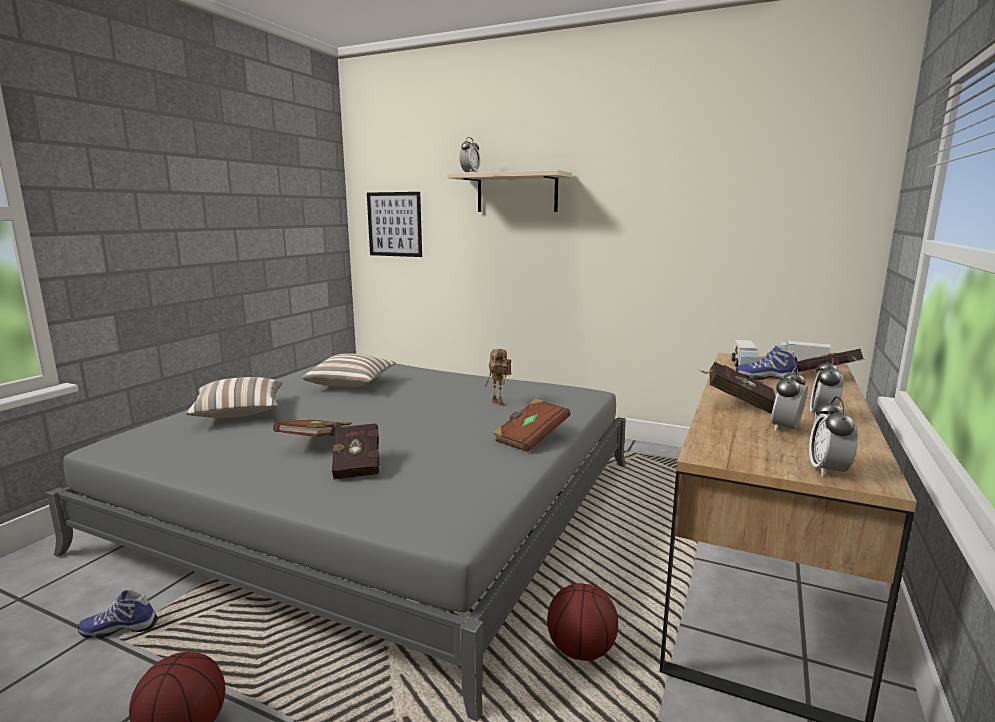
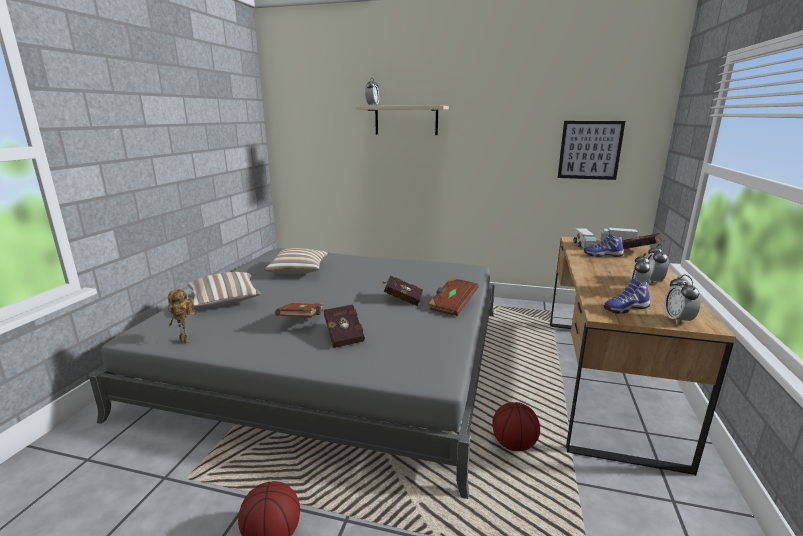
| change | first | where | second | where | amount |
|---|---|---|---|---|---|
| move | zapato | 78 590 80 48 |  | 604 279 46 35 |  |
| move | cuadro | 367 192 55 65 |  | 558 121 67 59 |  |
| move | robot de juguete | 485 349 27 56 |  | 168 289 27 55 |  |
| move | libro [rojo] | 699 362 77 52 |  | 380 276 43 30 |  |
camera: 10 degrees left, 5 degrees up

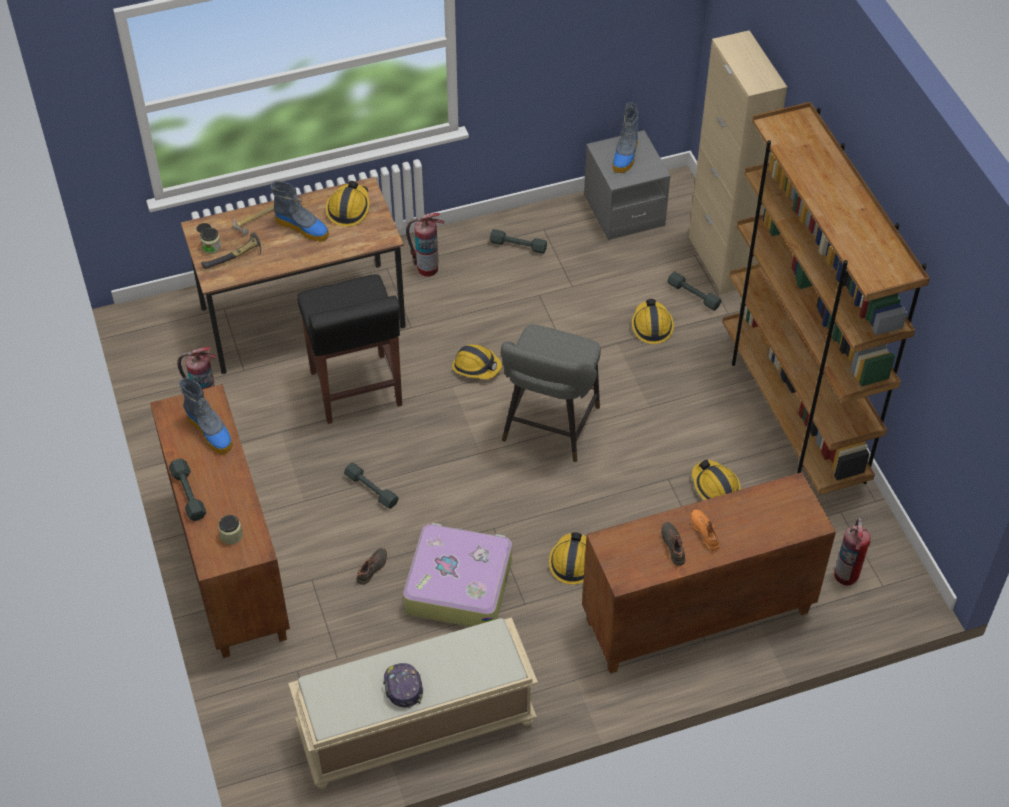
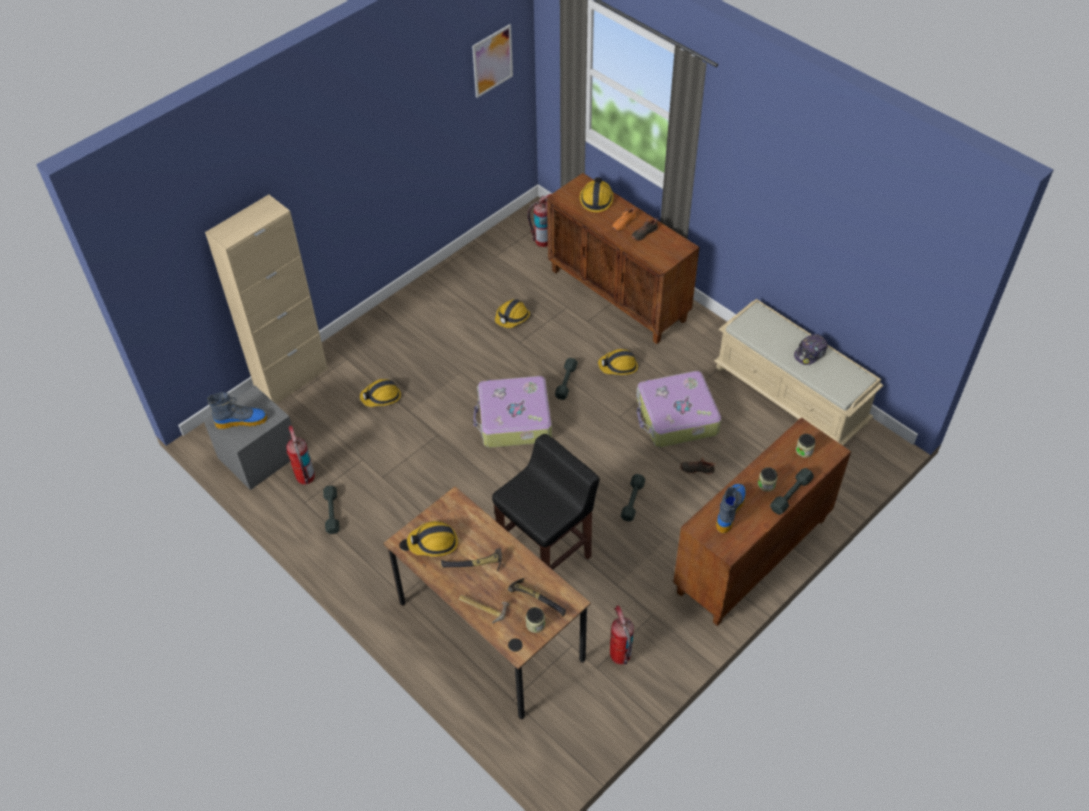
| change | first | where | second | where | amount |
|---|---|---|---|---|---|
| replace | bota | 271 181 58 61 | martillo | 441 548 61 24 |  |
| move | extintor | 406 212 38 65 |  | 286 426 29 59 |  |
| move | casco | 452 344 50 35 |  | 580 177 34 35 |  |
| replace | taburete [gris] | 501 324 100 138 | maleta | 473 376 79 72 |  |
| move | mancuerna [gris] | 667 271 55 40 |  | 555 358 23 42 |  |
| delete | estantería [marrón] | 723 102 207 393 |  |  |  |
| insert |  |  | cuadro | 472 24 41 74 |  |
| insert |  |  | tarro | 758 467 20 25 |  |
camera: 115 degrees left, 0 degrees up

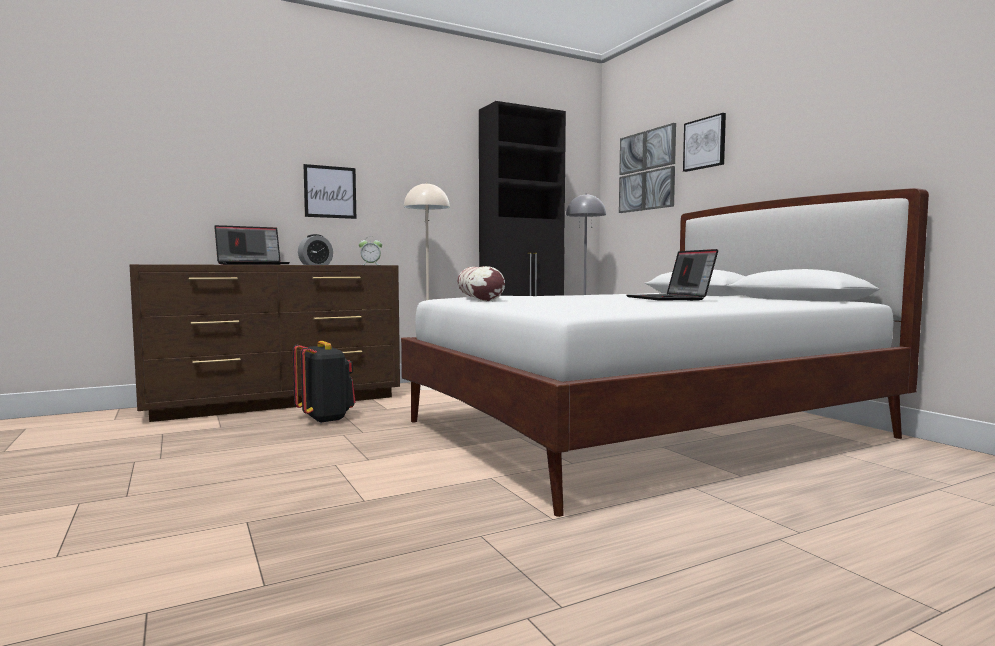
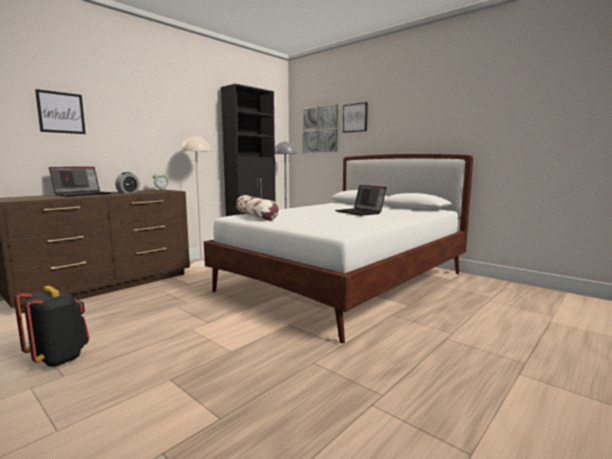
| change | first | where | second | where | amount |
|---|---|---|---|---|---|
| move | mochila [negro] | 292 341 64 83 |  | 14 286 76 82 |  |
| move | cuadro | 303 164 53 55 |  | 35 89 51 45 |  |
camera: 20 degrees left, 5 degrees up

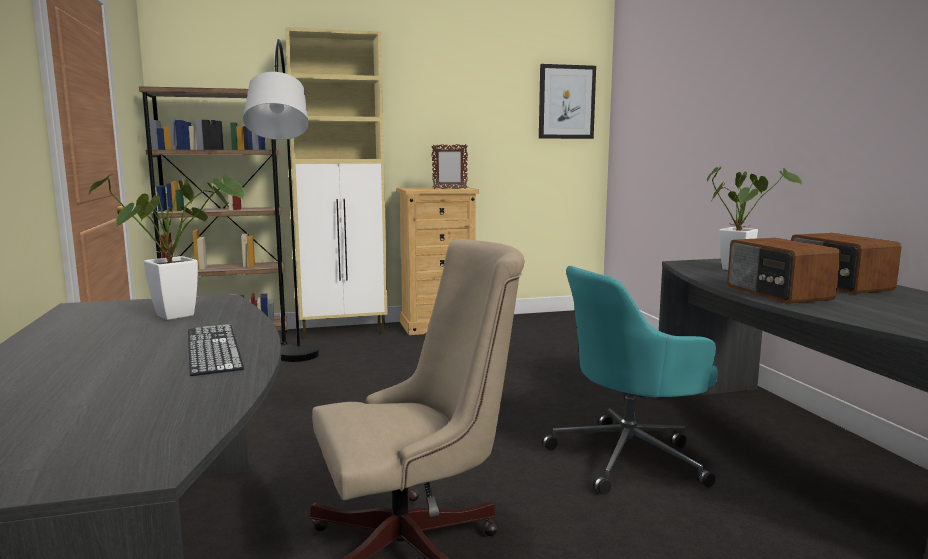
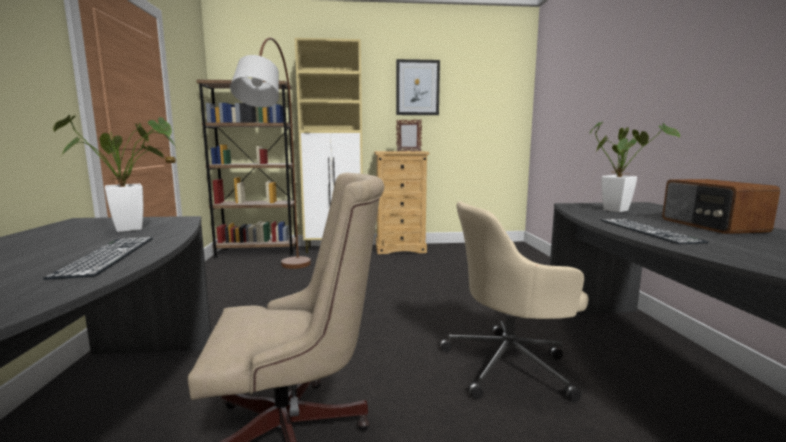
| change | first | where | second | where | amount |
|---|---|---|---|---|---|
| recolor | lámpara de pie [gris] | 243 39 77 323 | lámpara de pie [marrón] | 230 37 81 232 |  |
| move | cuadro | 539 64 57 75 |  | 396 59 44 56 |  |
| recolor | silla de oficina [turquesa] | 542 266 176 229 | silla de oficina [beis] | 439 201 149 201 |  |
| replace | radio | 727 238 114 66 | teclado | 600 219 109 25 |  |
camera: 10 degrees right, 0 degrees up

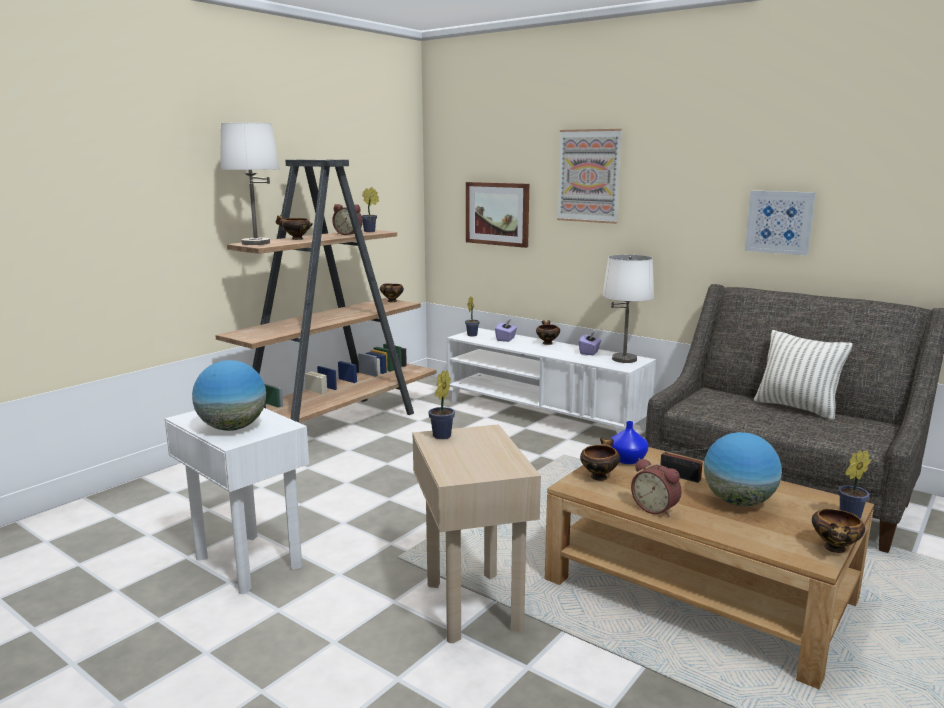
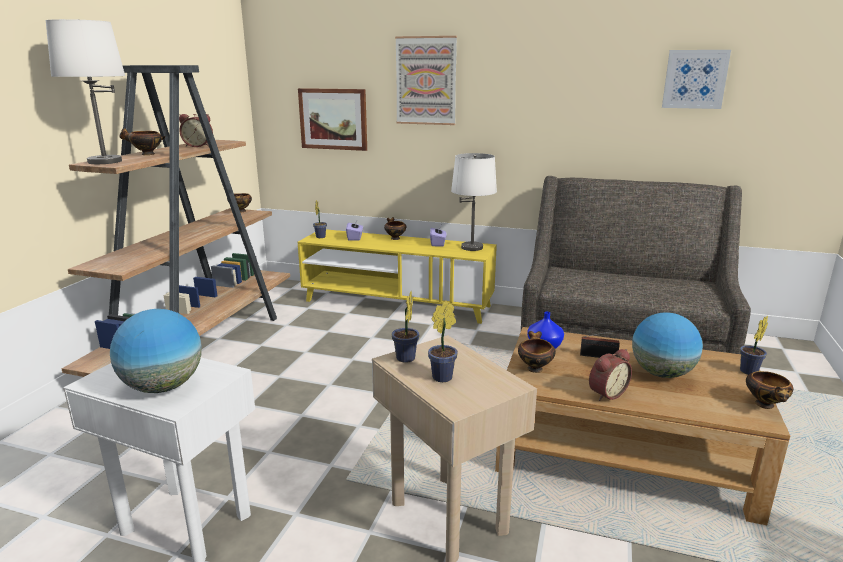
| change | first | where | second | where | amount |
|---|---|---|---|---|---|
| move | planta en maceta | 361 187 18 45 |  | 428 301 30 81 |  |
| recolor | mueble de televisión [blanco] | 446 328 210 106 | mueble de televisión [amarillo] | 298 229 199 95 |  |
| rotate | despertador | 631 458 51 59 |  | 589 349 43 52 | 60 degrees counterclockwise |
| move | cuadro | 745 191 71 64 |  | 662 50 69 59 |  |
| delete | cojín | 754 330 99 90 |  |  |  |
camera: 20 degrees left, 5 degrees up

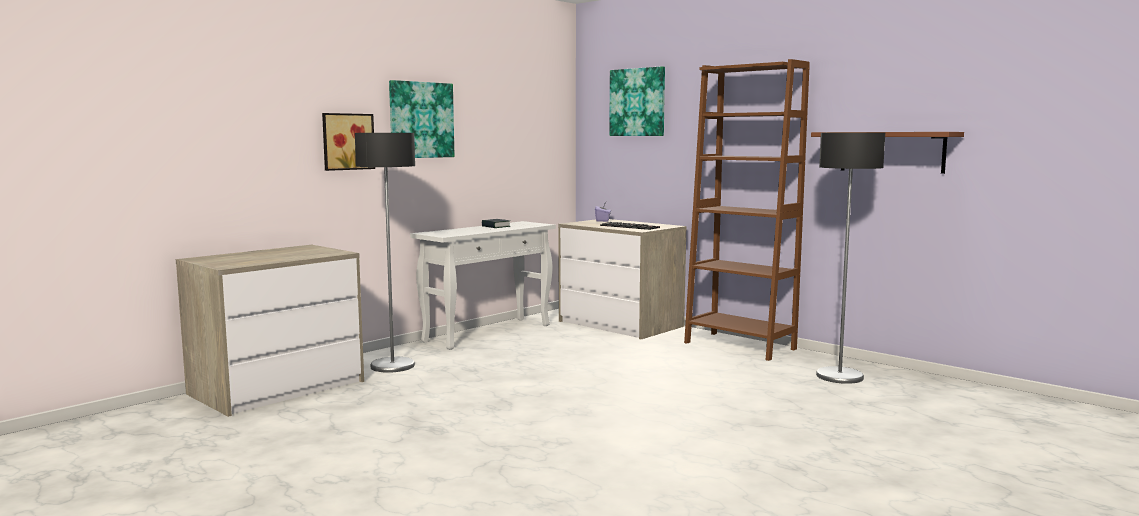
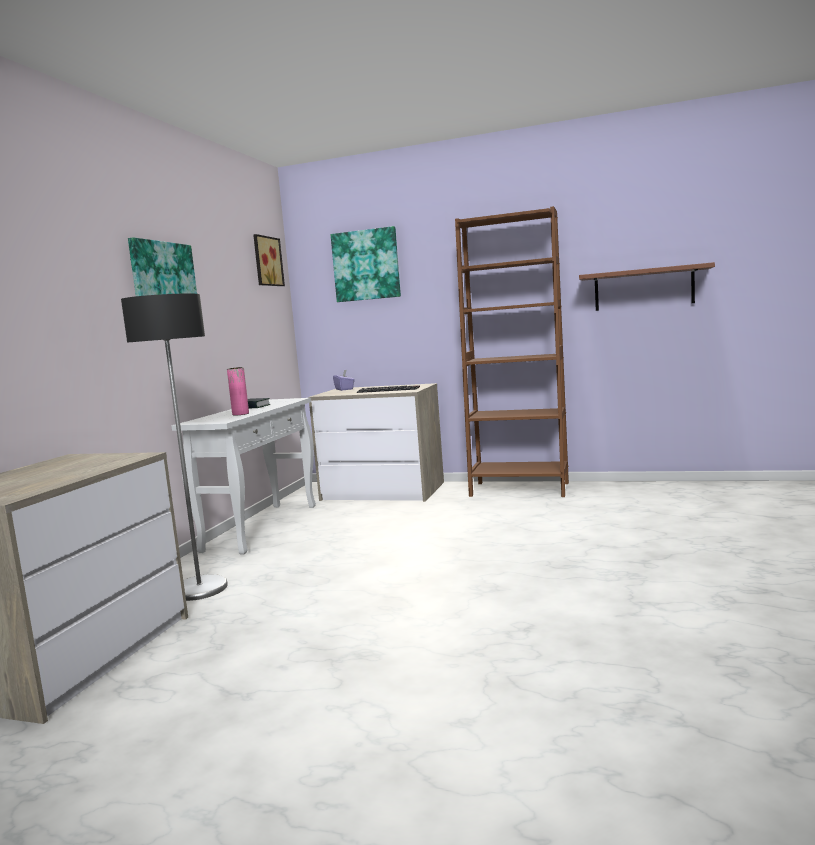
| change | first | where | second | where | amount |
|---|---|---|---|---|---|
| move | cuadro | 322 113 53 58 |  | 253 234 32 52 |  |
| delete | lámpara de pie | 816 133 69 251 |  |  |  |
| insert |  |  | florero [rosa] | 227 367 22 48 |  |
camera: 25 degrees left, 0 degrees up

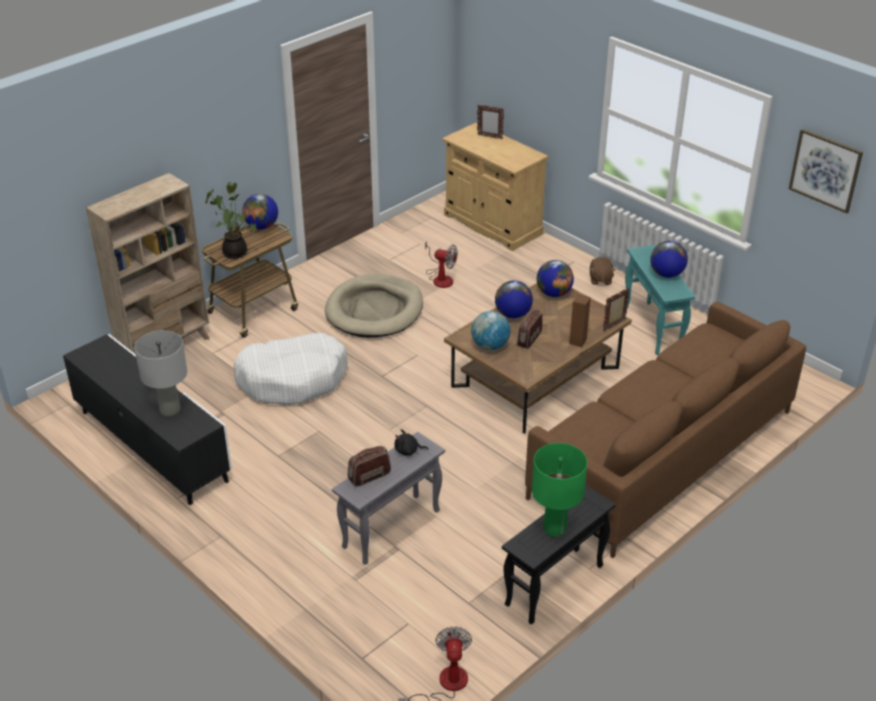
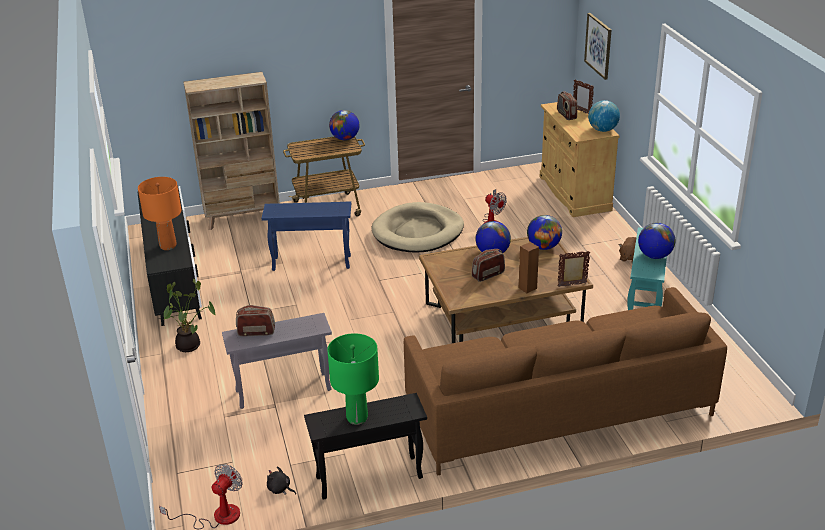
| change | first | where | second | where | amount |
|---|---|---|---|---|---|
| recolor | lámpara de mesa [gris] | 134 330 53 87 | lámpara de mesa [naranja] | 138 177 43 73 |  |
| move | planta en maceta | 205 182 60 77 |  | 164 279 52 73 |  |
| replace | cama para perro [blanco] | 233 333 115 73 | mesa auxiliar [azul] | 262 202 89 69 |  |
| move | peluche [negro] | 394 429 35 27 |  | 267 467 29 27 |  |
| move | globo terráqueo | 471 311 39 39 |  | 588 100 32 32 |  |
| move | cuadro | 789 129 74 84 |  | 584 13 27 67 |  |
| insert |  |  | radio | 557 91 20 29 |  |
camera: 30 degrees right, 5 degrees down

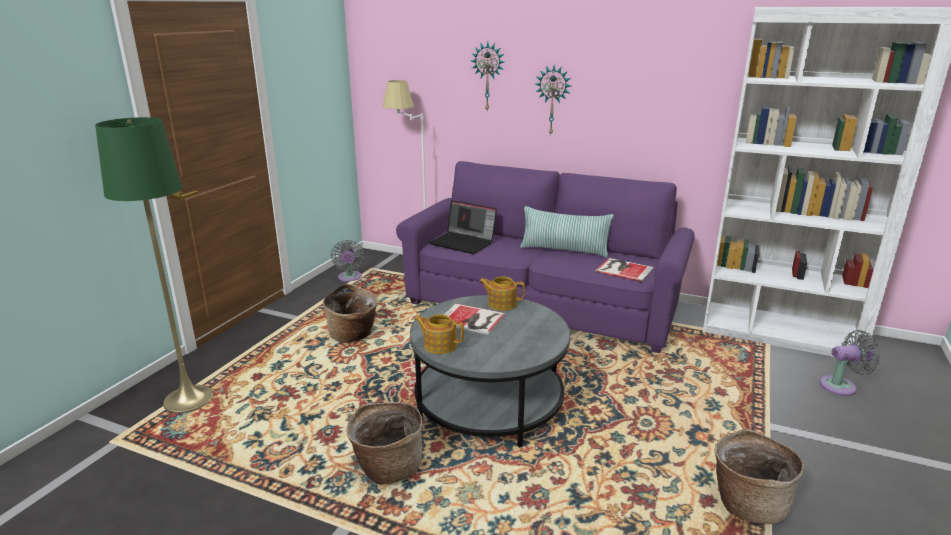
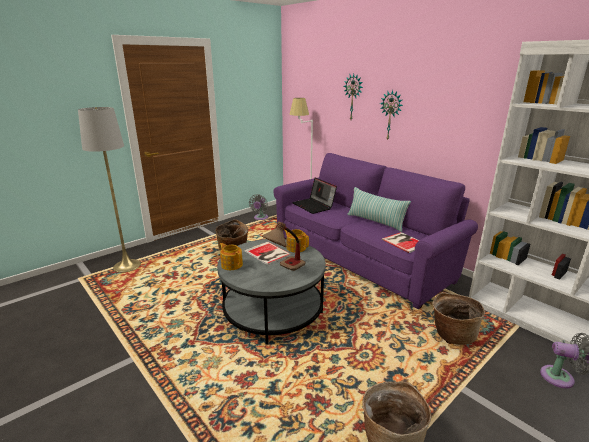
| change | first | where | second | where | amount |
|---|---|---|---|---|---|
| recolor | lámpara de pie [verde] | 95 117 119 296 | lámpara de pie [gris] | 78 107 63 166 |  |
| move | cesta | 346 402 77 83 |  | 433 292 52 53 |  |
| insert |  |  | lámpara de mesa | 262 222 44 49 |  |
camera: 25 degrees right, 0 degrees up

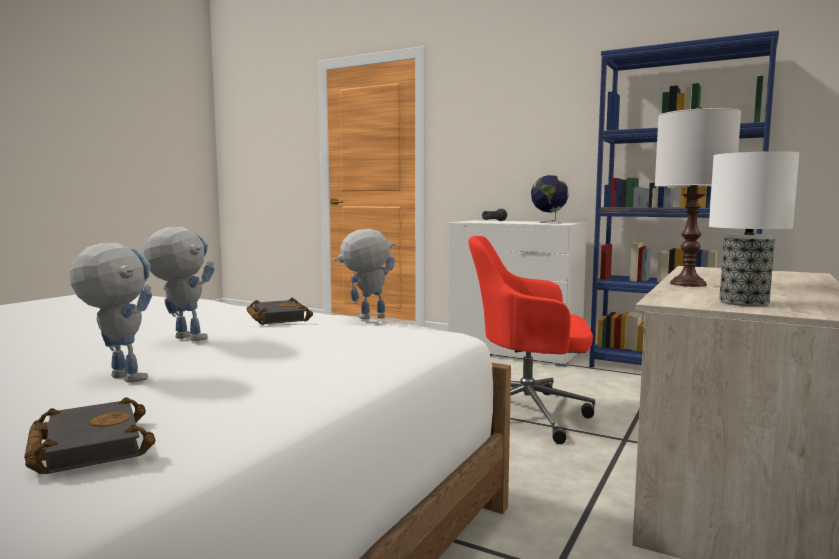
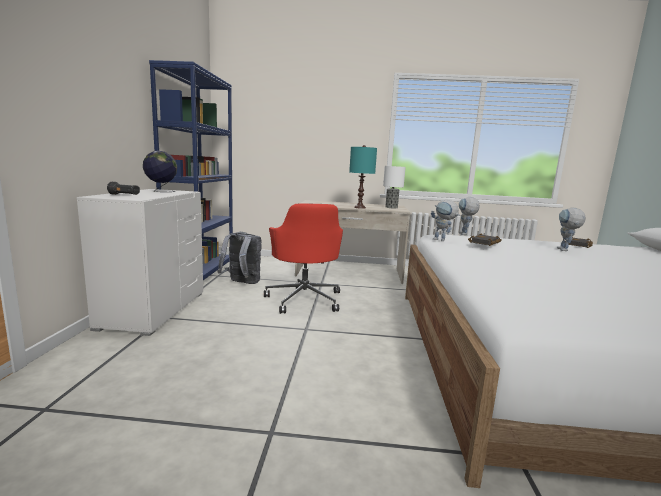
| change | first | where | second | where | amount |
|---|---|---|---|---|---|
| move | robot de juguete | 143 227 72 114 |  | 459 197 21 38 |  |
| recolor | lámpara de mesa [blanco] | 655 107 86 180 | lámpara de mesa [turquesa] | 349 145 28 64 |  |
| insert |  |  | mochila [gris] | 218 232 44 52 |  |
camera: 115 degrees left, 5 degrees up

